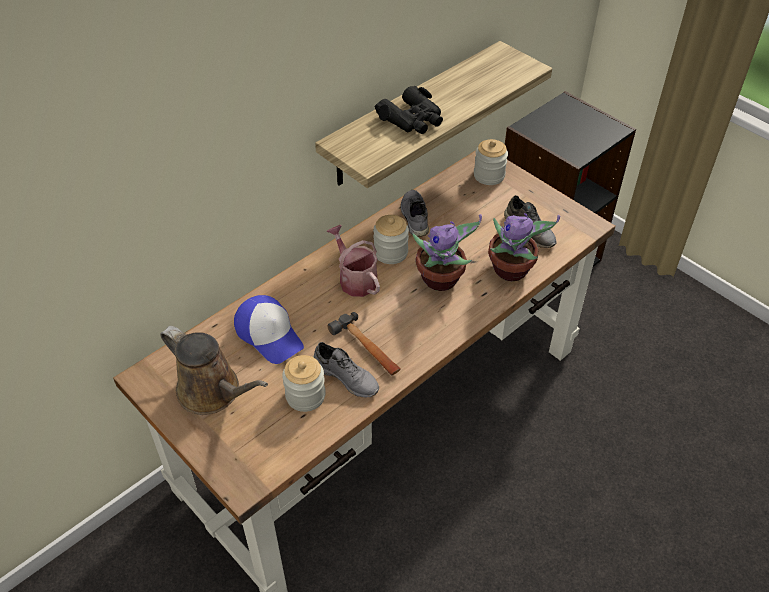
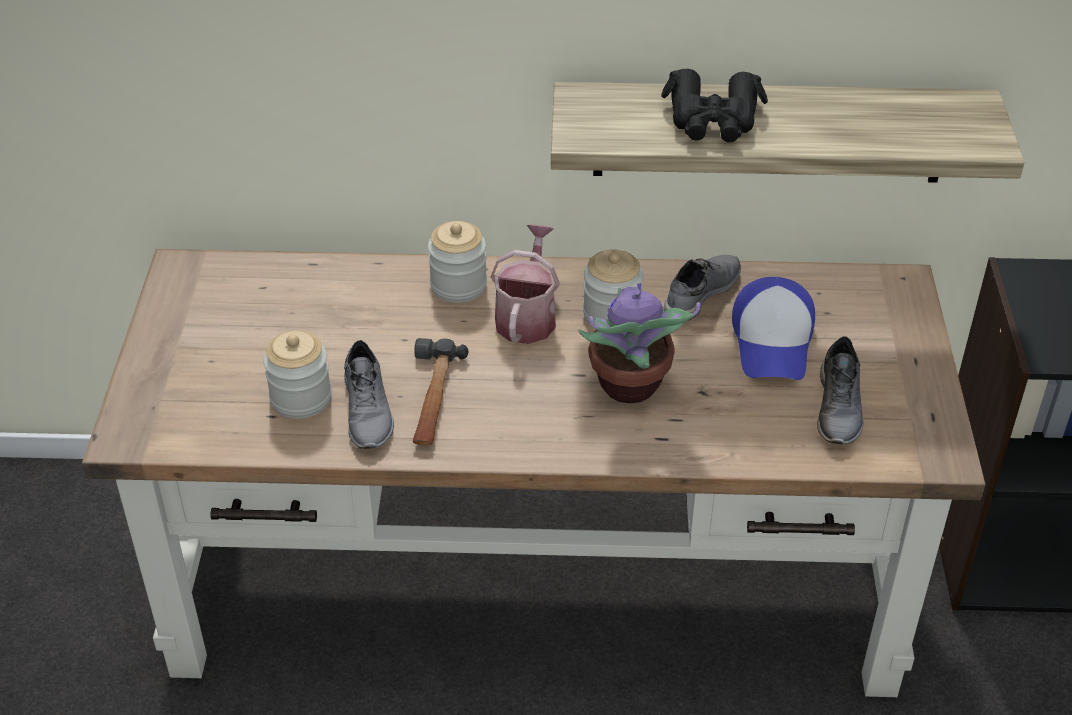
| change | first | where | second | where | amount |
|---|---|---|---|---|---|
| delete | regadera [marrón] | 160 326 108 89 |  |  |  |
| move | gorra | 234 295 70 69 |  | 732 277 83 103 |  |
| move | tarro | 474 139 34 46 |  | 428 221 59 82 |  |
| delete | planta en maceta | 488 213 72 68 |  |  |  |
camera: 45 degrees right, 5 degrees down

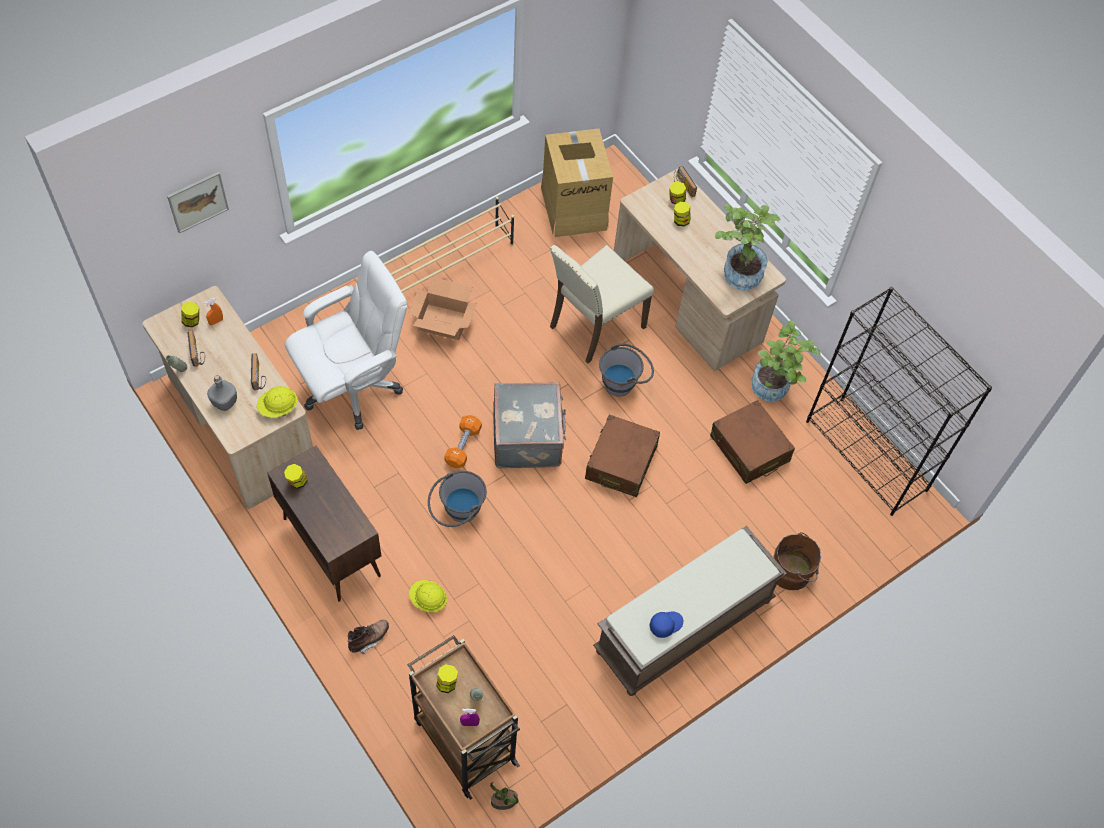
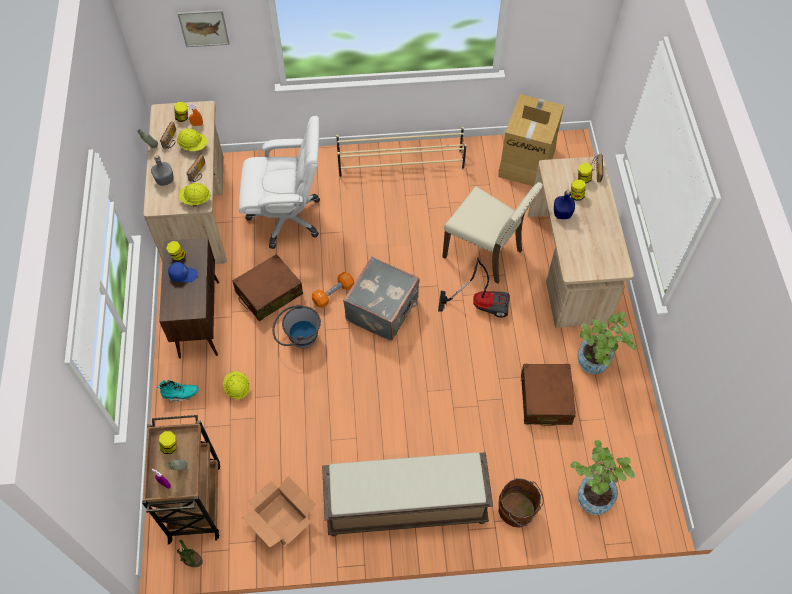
| change | first | where | second | where | amount |
|---|---|---|---|---|---|
| recolor | bota [marrón] | 347 620 42 35 | bota [turquesa] | 158 380 41 23 |  |
| move | caja de cartón | 409 277 68 63 |  | 242 476 74 71 |  |
| rotate | silla [beis] | 550 245 104 118 |  | 442 182 101 102 | 135 degrees counterclockwise |
| move | maleta [marrón] | 585 415 75 82 |  | 232 254 71 67 |  |
| replace | cubo [gris] | 599 344 55 53 | aspiradora | 438 258 72 60 |  |
| move | gorra [azul] | 650 611 33 27 |  | 168 262 30 21 |  |
| move | planta en maceta | 715 204 66 87 |  | 570 440 65 75 |  |
| delete | estantería [negro] | 806 287 186 229 |  |  |  |
| insert |  |  | casco [amarillo] | 177 129 30 22 |  |
| insert |  |  | botella [azul] | 554 190 21 29 |  |
camera: 35 degrees right, 0 degrees up

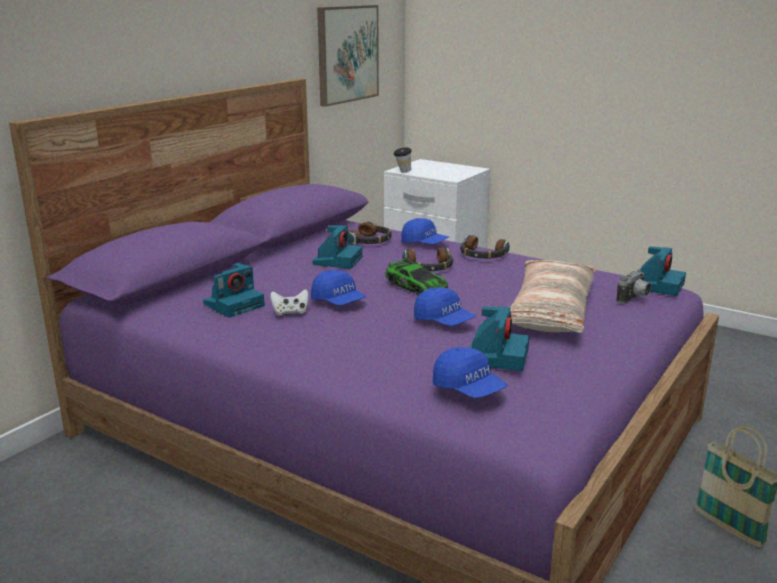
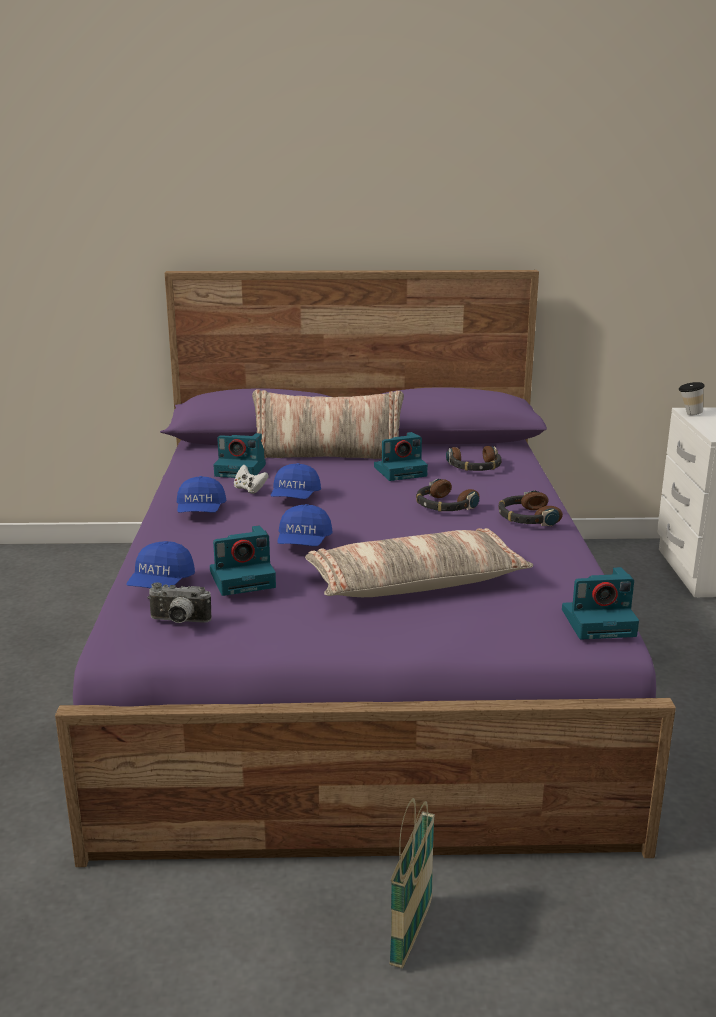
| change | first | where | second | where | amount |
|---|---|---|---|---|---|
| delete | cuadro | 317 5 62 102 |  |  |  |
| delete | coche de juguete | 385 259 63 37 |  |  |  |
| move | gorra [azul] | 401 218 48 26 |  | 177 476 50 37 |  |
| move | cámara | 616 269 35 35 |  | 147 582 64 41 |  |
| insert |  |  | cojín | 252 389 152 70 |  |
camera: 55 degrees right, 0 degrees up

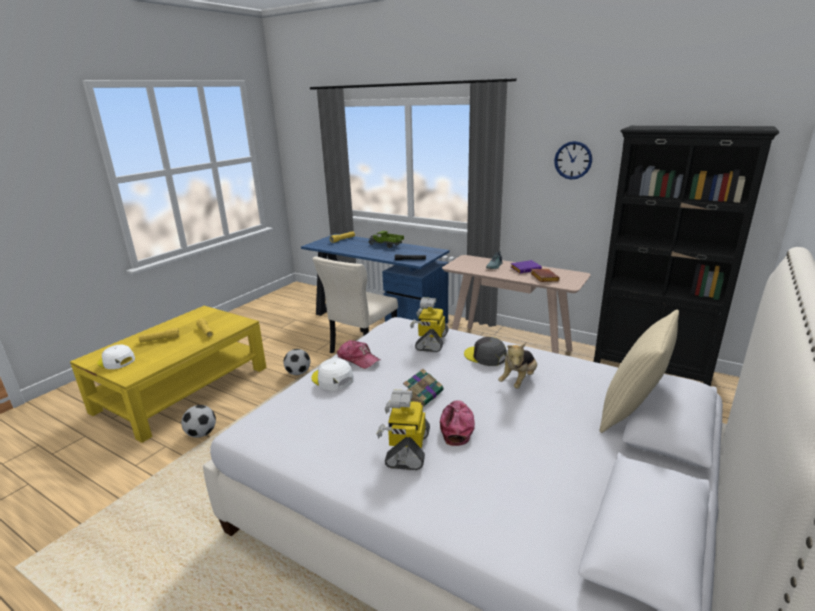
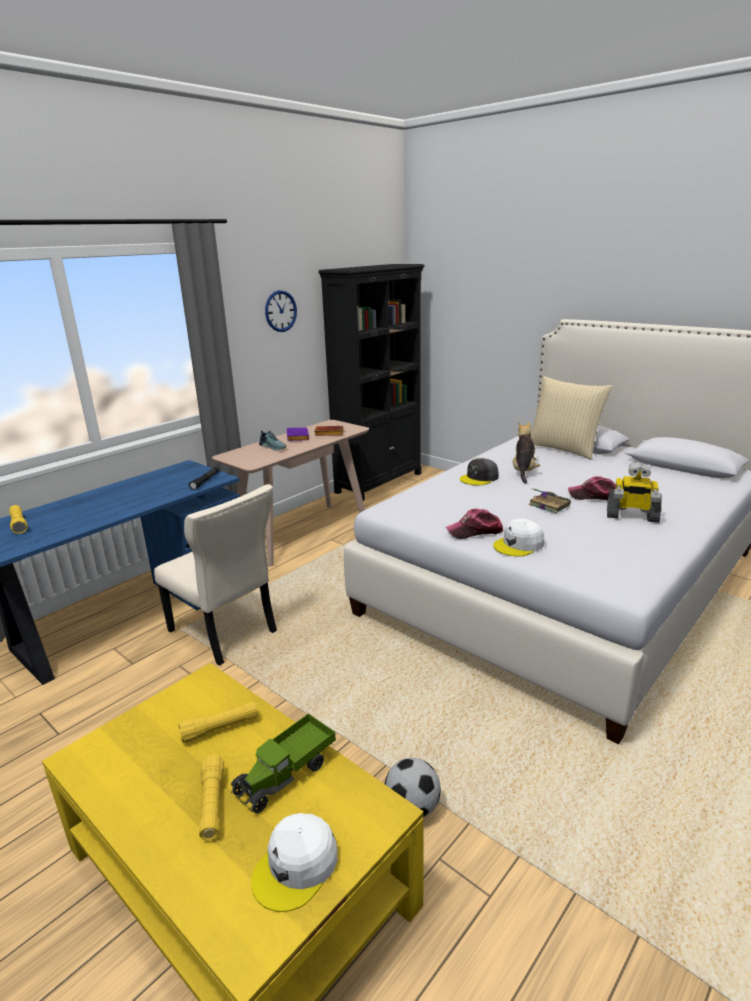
| change | first | where | second | where | amount |
|---|---|---|---|---|---|
| delete | balón de fútbol | 284 349 26 26 |  |  |  |
| rotate | gorra | 337 340 43 29 |  | 446 508 57 31 | 150 degrees counterclockwise |
| move | camión de juguete | 368 231 36 17 |  | 231 713 105 101 |  |
| delete | robot de juguete | 410 297 39 55 |  |  |  |
| rotate | peluche | 498 343 39 45 |  | 513 422 27 62 | 120 degrees counterclockwise |
camera: 80 degrees left, 0 degrees up

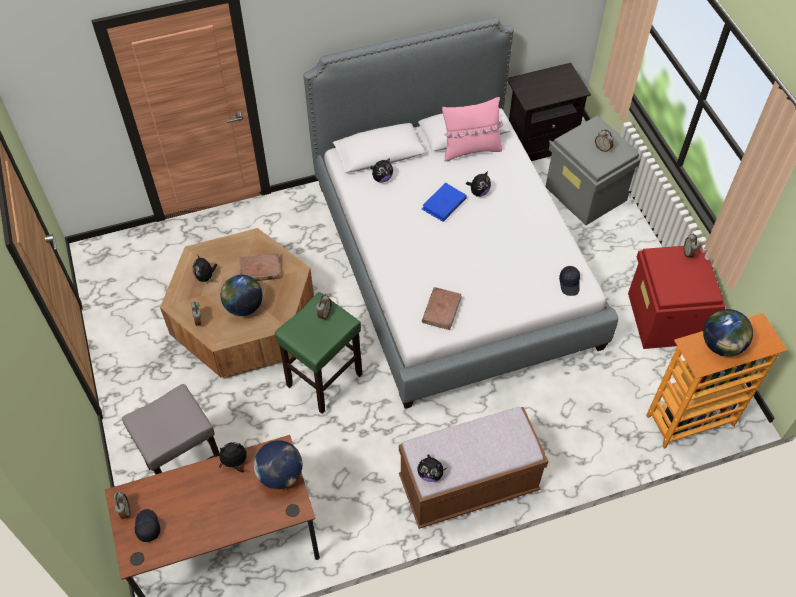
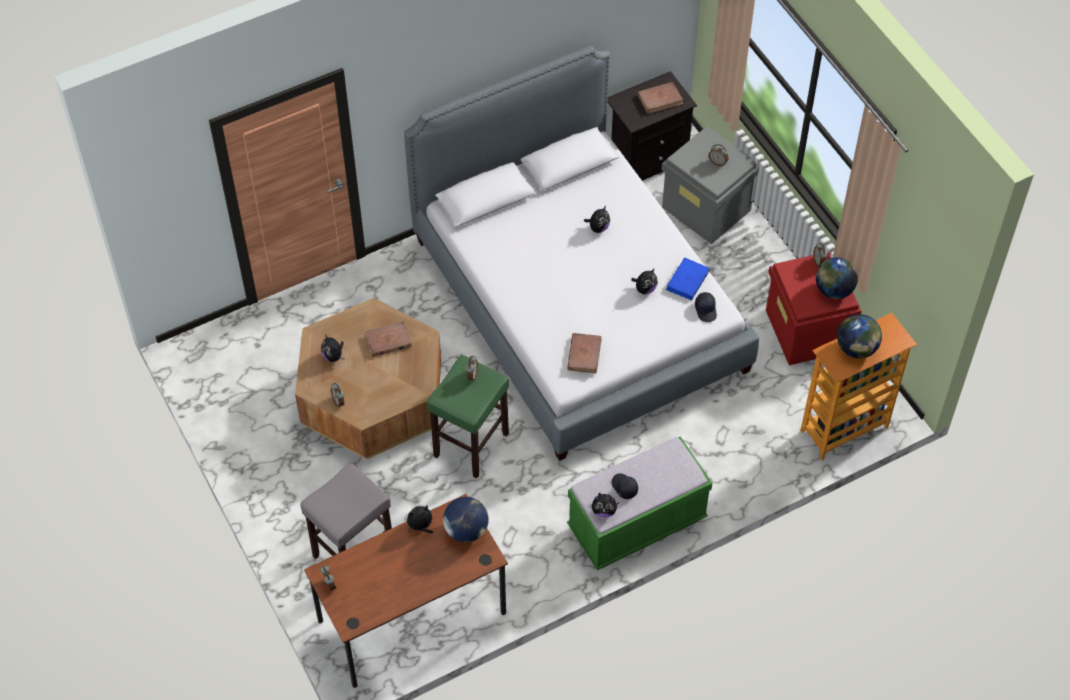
| change | first | where | second | where | amount |
|---|---|---|---|---|---|
| move | gorra [negro] | 135 509 25 33 |  | 612 473 26 26 |  |
| move | globo terráqueo | 221 275 41 41 |  | 816 257 42 42 |  |
| move | peluche | 370 158 23 25 |  | 631 268 27 27 |  |
| recolor | banco [marrón] | 399 407 149 122 | banco [verde] | 567 437 145 133 |  |
| move | libro [azul] | 422 183 45 39 |  | 666 257 44 43 |  |
| delete | cojín [rosa] | 442 97 61 65 |  |  |  |
| insert |  |  | libro [marrón] | 637 82 46 32 |  |
camera: 10 degrees left, 0 degrees up

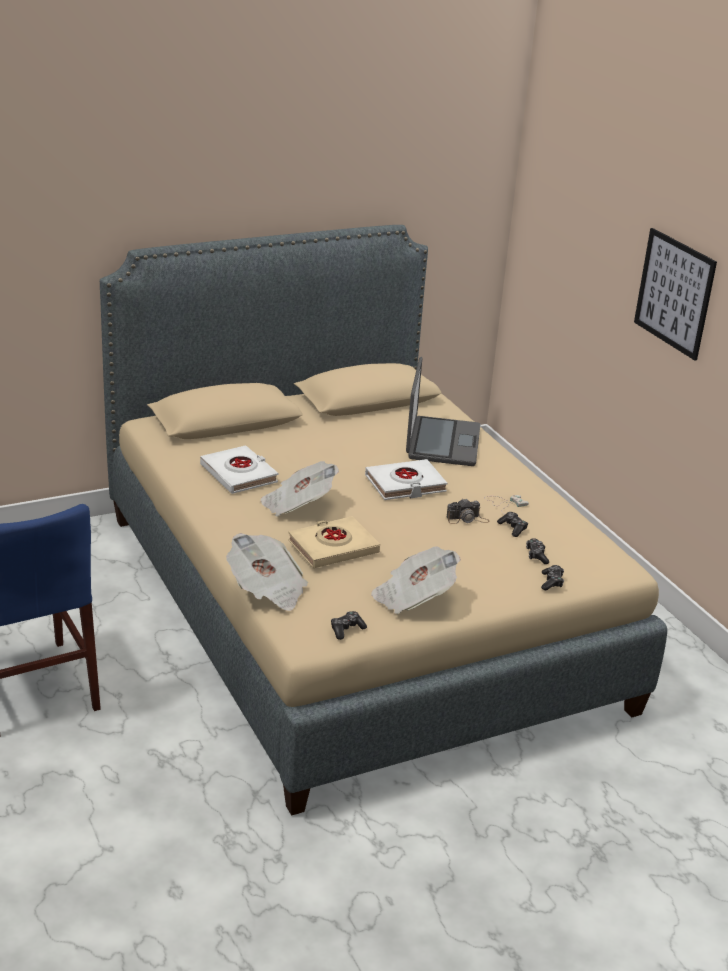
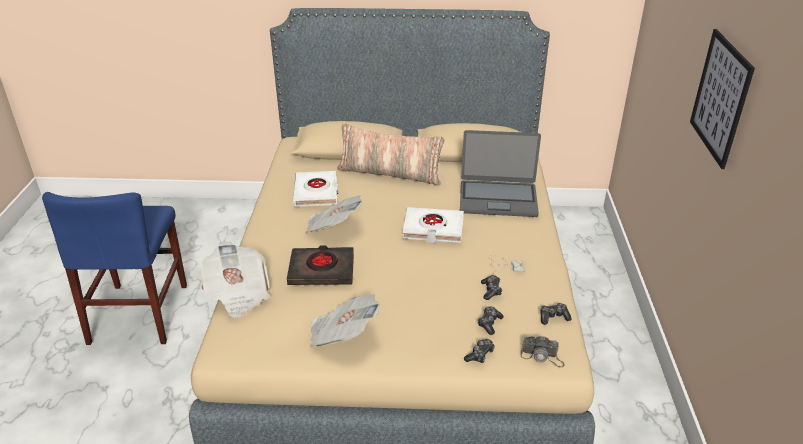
| change | first | where | second | where | amount |
|---|---|---|---|---|---|
| recolor | libro [beis] | 288 516 92 52 | libro [negro] | 287 245 67 40 |  |
| move | mando de consola | 331 611 36 29 |  | 541 303 31 22 |  |
| rotate | portátil | 406 357 75 109 |  | 460 130 81 87 | 60 degrees clockwise |
| move | cámara | 446 498 44 26 |  | 521 336 44 31 |  |
| insert |  |  | cojín | 337 124 107 61 |  |
camera: 30 degrees right, 5 degrees up

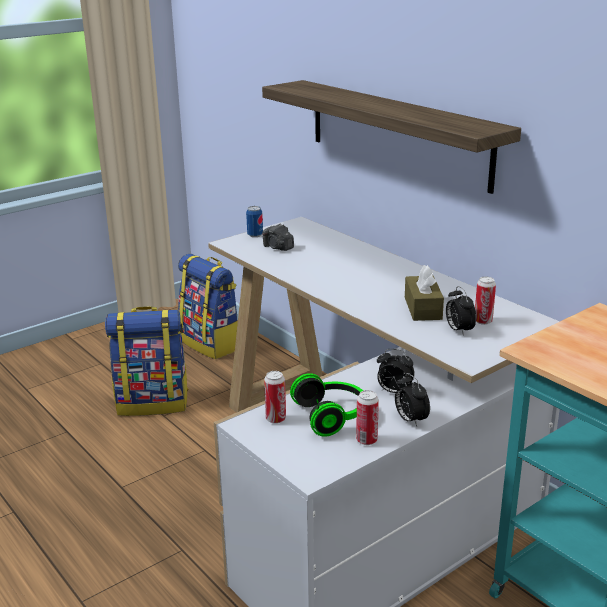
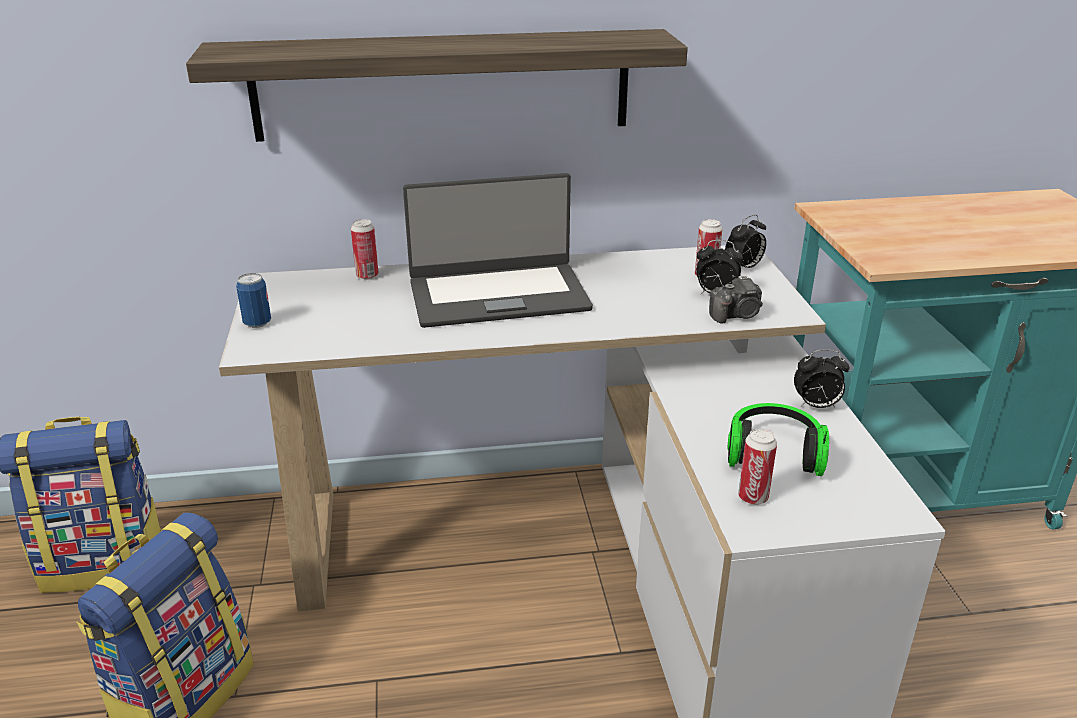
| change | first | where | second | where | amount |
|---|---|---|---|---|---|
| move | cámara | 262 223 32 28 |  | 709 275 54 48 |  |
| move | lata | 356 390 23 55 |  | 351 219 28 61 |  |
| move | despertador | 377 349 38 44 |  | 725 215 41 53 |  |
| delete | caja de pañuelos [marrón] | 405 265 39 56 |  |  |  |
| insert |  |  | portátil | 403 173 190 155 |  |
camera: 60 degrees left, 5 degrees up

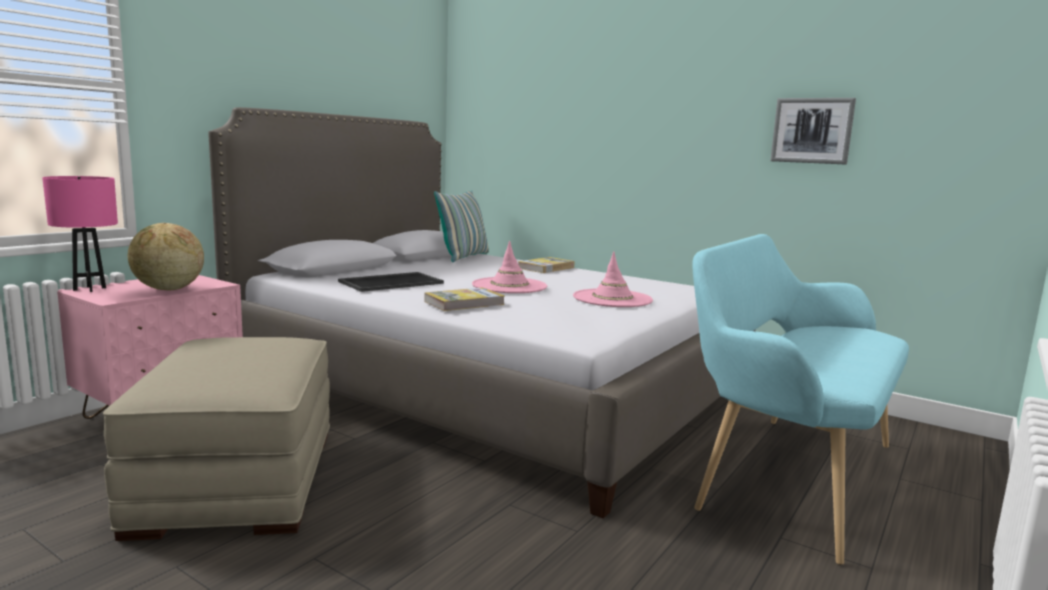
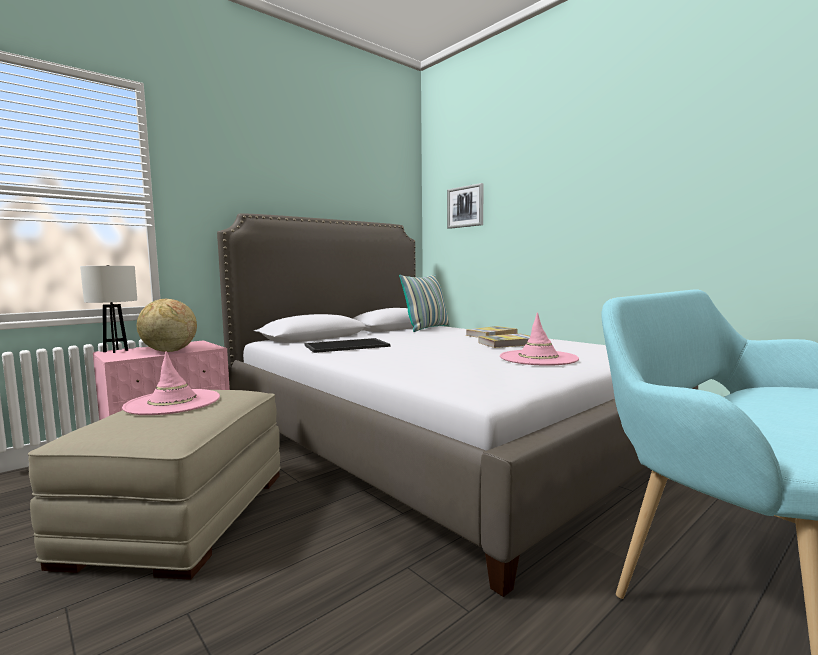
| change | first | where | second | where | amount |
|---|---|---|---|---|---|
| recolor | lámpara de mesa [rosa] | 42 176 76 116 | lámpara de mesa [blanco] | 80 265 57 88 |  |
| move | libro | 424 287 81 24 |  | 478 334 52 14 |  |
| move | sombrero [rosa] | 472 241 75 52 |  | 122 351 98 64 |  |
| move | cuadro | 770 98 86 66 |  | 447 183 37 46 |  |
camera: 15 degrees right, 5 degrees down

